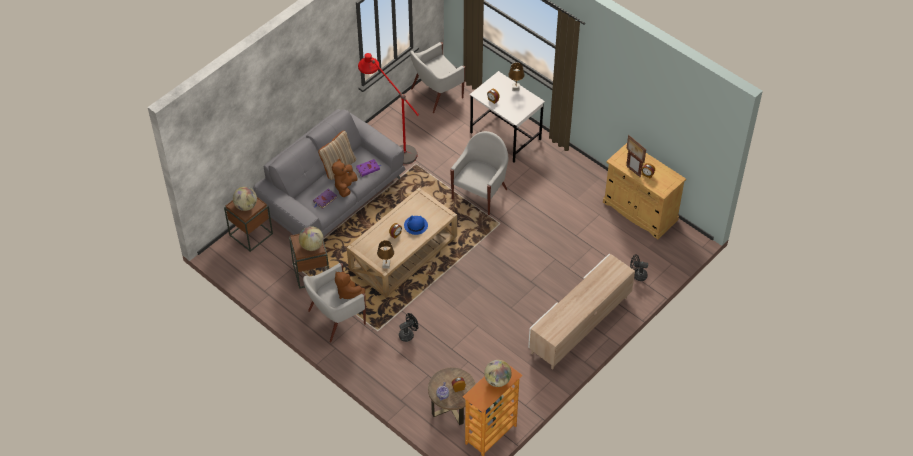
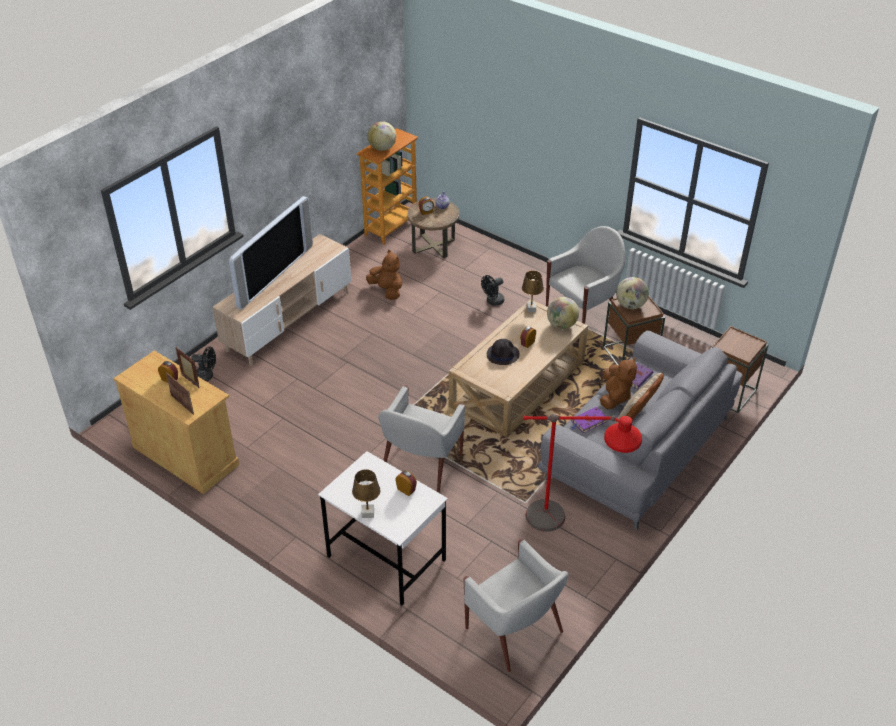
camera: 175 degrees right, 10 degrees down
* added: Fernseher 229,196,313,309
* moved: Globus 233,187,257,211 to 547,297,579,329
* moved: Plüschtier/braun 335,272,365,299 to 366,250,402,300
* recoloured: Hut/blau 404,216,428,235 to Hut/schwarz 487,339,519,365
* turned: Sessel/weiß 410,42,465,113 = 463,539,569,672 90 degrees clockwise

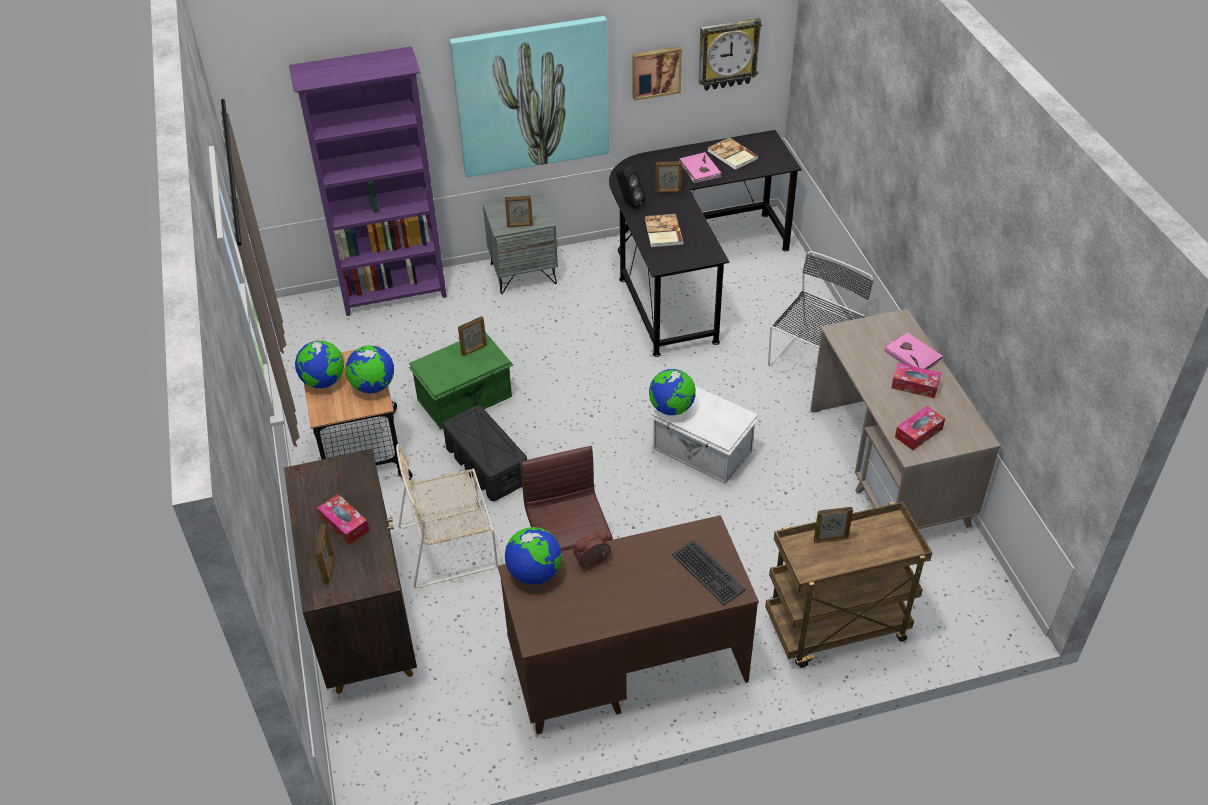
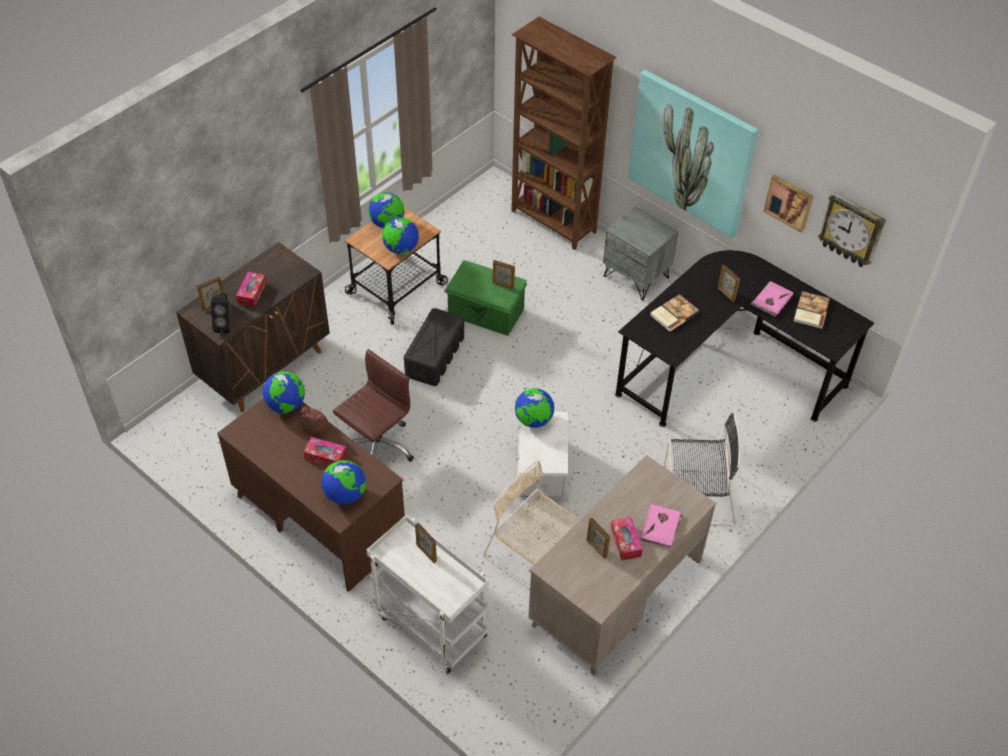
camera: 55 degrees right, 5 degrees up
* moved: Stuhl/beige 396,444,498,588 to 484,460,580,589
* moved: Bilderrahmen 505,196,533,227 to 587,518,610,558
* moved: Lautsprecher/schwarz 616,165,646,209 to 211,293,230,333
* moved: Taschentuchbox 895,406,945,450 to 304,437,347,466
* replaced: Tastatur 672,540,746,605 to Globus 322,460,366,505
* recoloured: Bücherregal/lila 289,46,447,316 to Bücherregal/braun 511,17,617,250
* recoloured: Rollwagen/braun 765,502,932,668 to Rollwagen/weiß 366,515,489,673

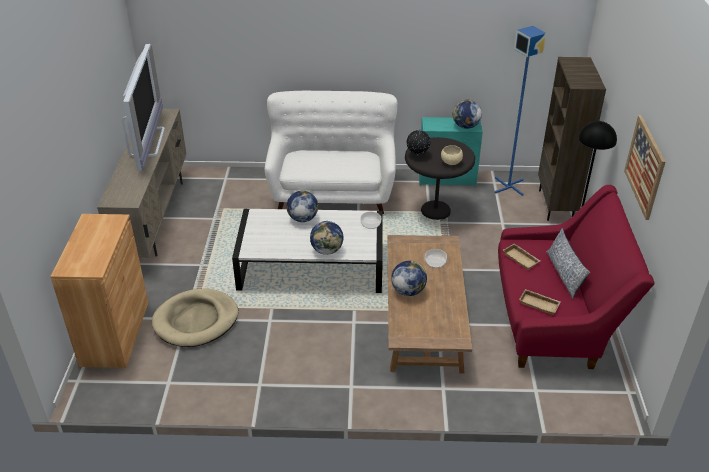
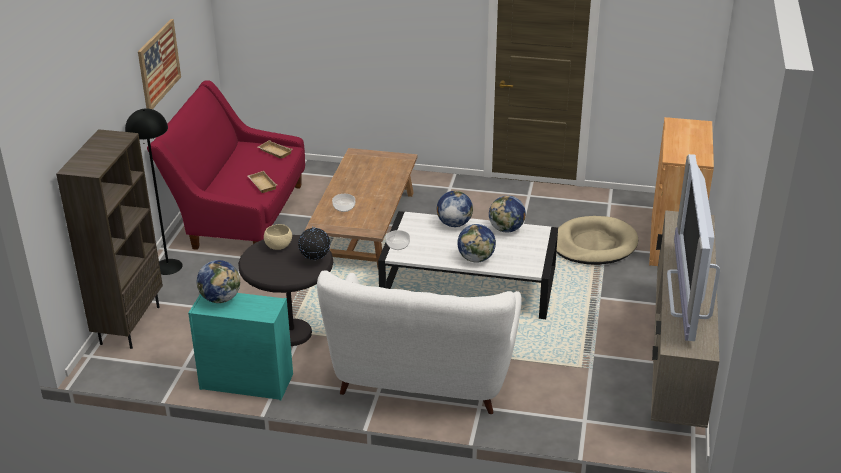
camera: 170 degrees left, 5 degrees down
* removed: Stehlampe/blau 494,26,547,196
* removed: Kissen 546,228,590,299
* moved: Globus 391,261,427,296 to 489,196,526,233

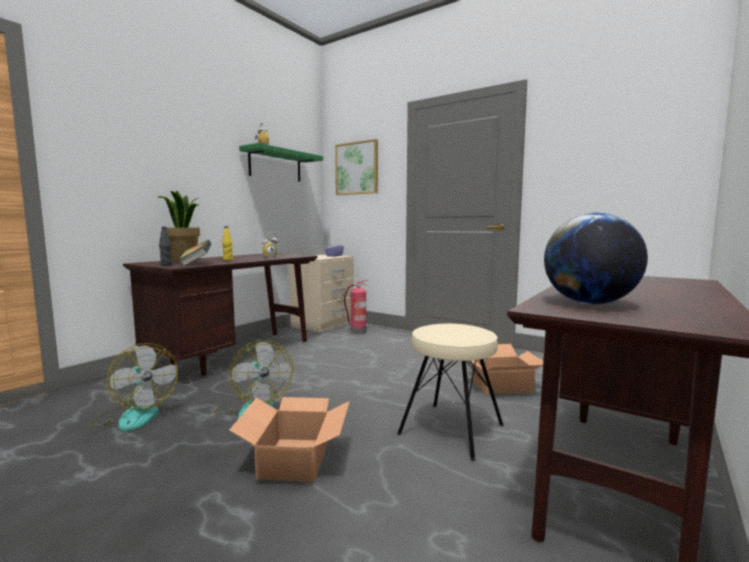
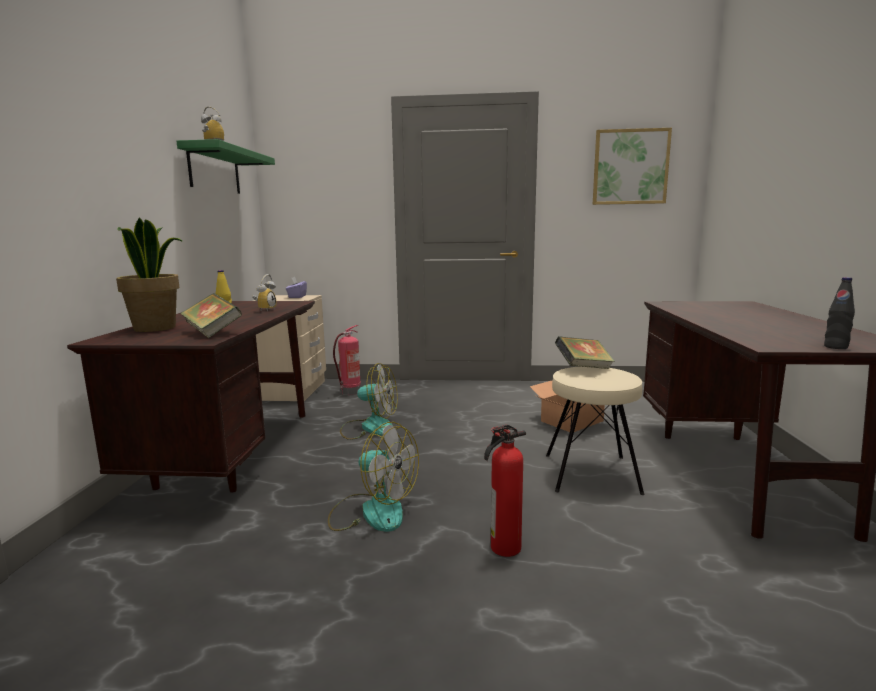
camera: 30 degrees left, 5 degrees up
* removed: Globus 544,213,648,305
* added: Buch 555,336,615,369
* moved: Ventilator 88,343,178,431 to 340,363,398,440
* moved: Flasche/schwarz 159,227,172,266 to 824,277,855,349
* moved: Bild 335,139,378,195 to 593,128,672,205
* replaced: Karton 229,397,350,482 to Feuerlöscher 484,424,526,557

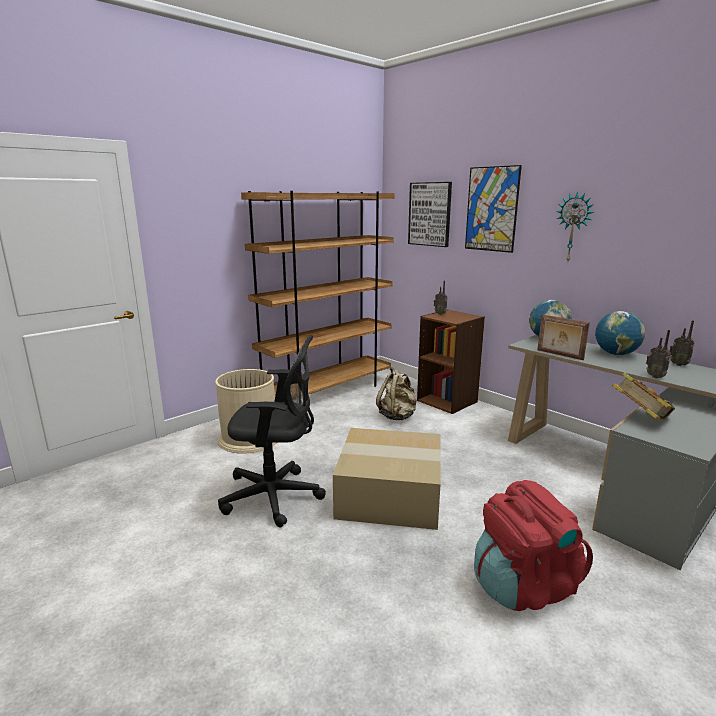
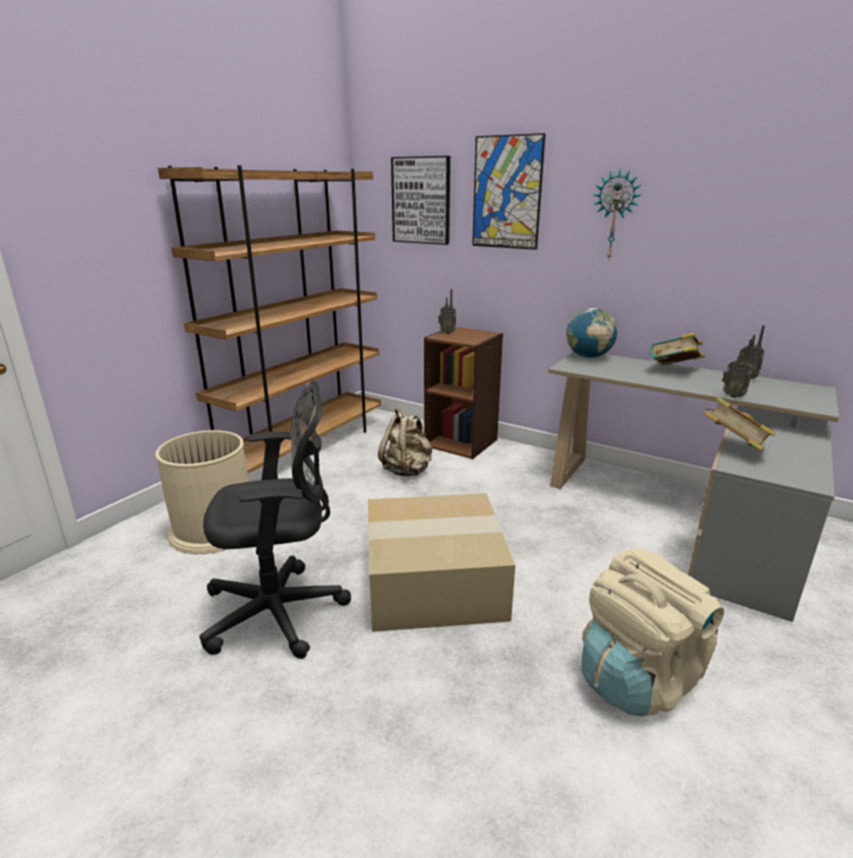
camera: 15 degrees left, 5 degrees up
* removed: Bilderrahmen 537,314,590,360
* replaced: Globus 595,311,645,355 to Buch 650,333,705,365
* recoloured: Rucksack/rot 474,480,593,611 to Rucksack/beige 581,548,724,716

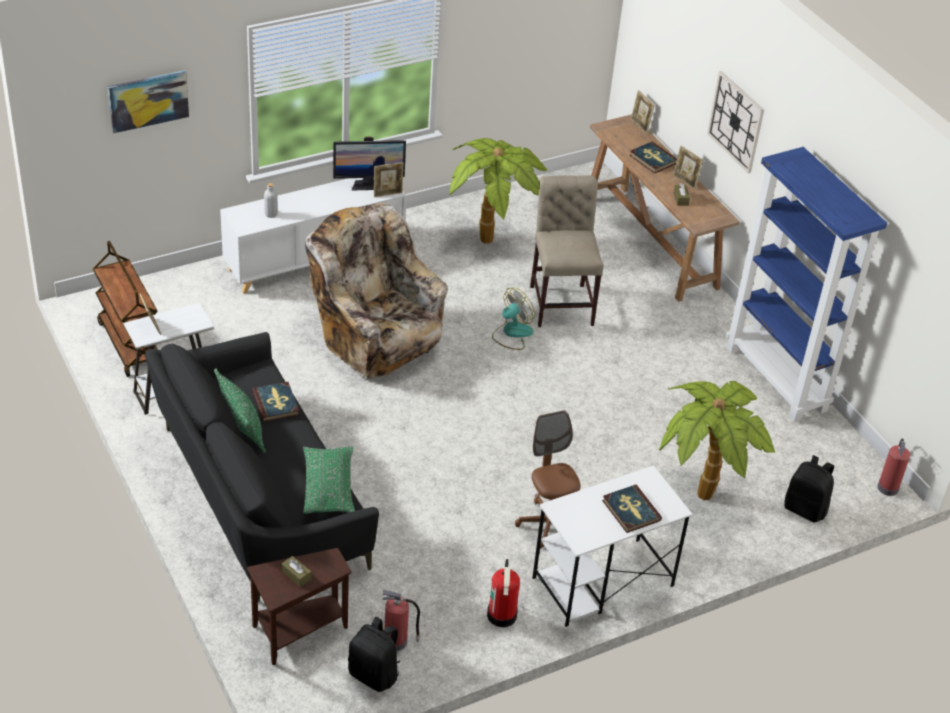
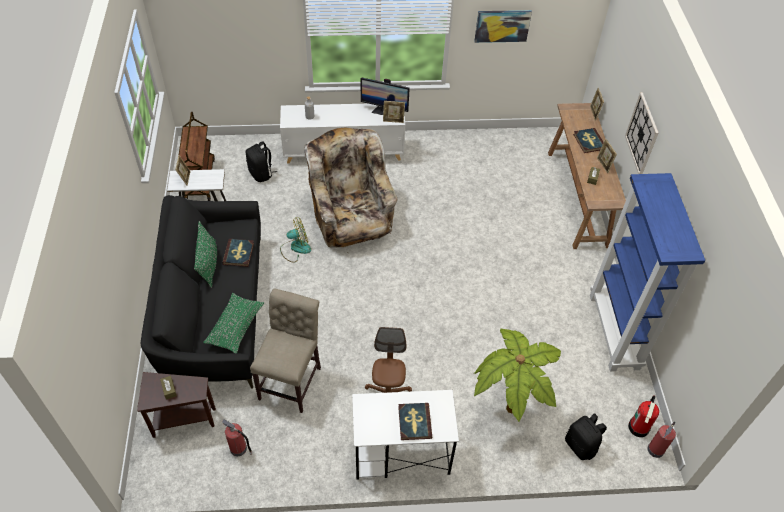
camera: 25 degrees right, 10 degrees up
* removed: Topfpflanze 449,138,547,244
* moved: Bild 108,70,189,133 to 474,10,532,43
* moved: Rucksack/schwarz 348,617,400,692 to 245,141,277,182
* moved: Feuerlöscher 487,559,520,627 to 628,395,659,437
* moved: Ventilator 492,287,535,350 to 280,217,311,263
* moved: Stuhl/beige 530,175,604,327 to 250,289,321,413

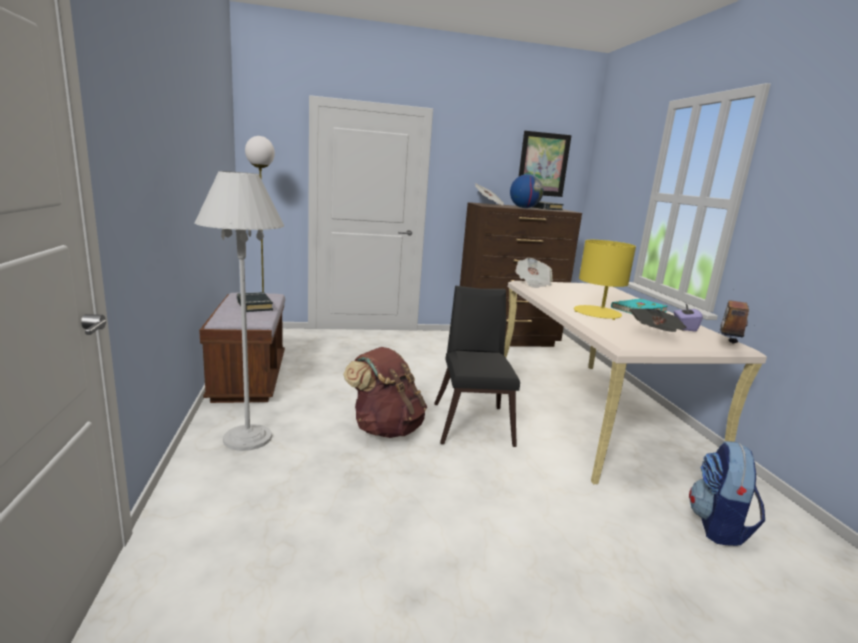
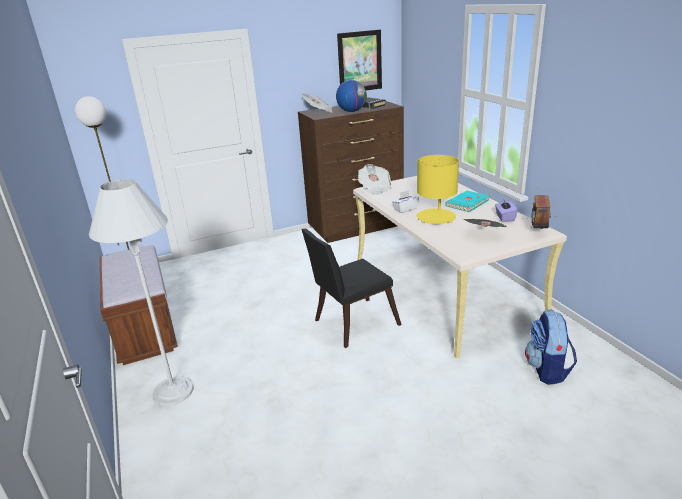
camera: 10 degrees left, 10 degrees up
* removed: Buch/schwarz 237,292,273,312
* removed: Rucksack/braun 343,347,427,438
* added: Taschentuchbox/weiß 392,191,419,213
* turned: Stuhl/schwarz 434,286,520,447 = 301,229,402,348 105 degrees counterclockwise

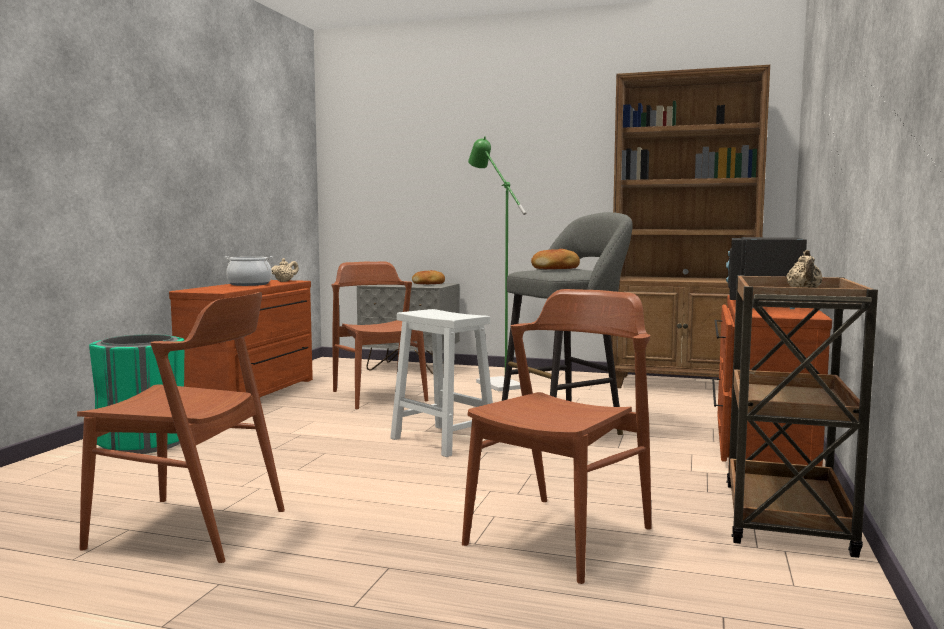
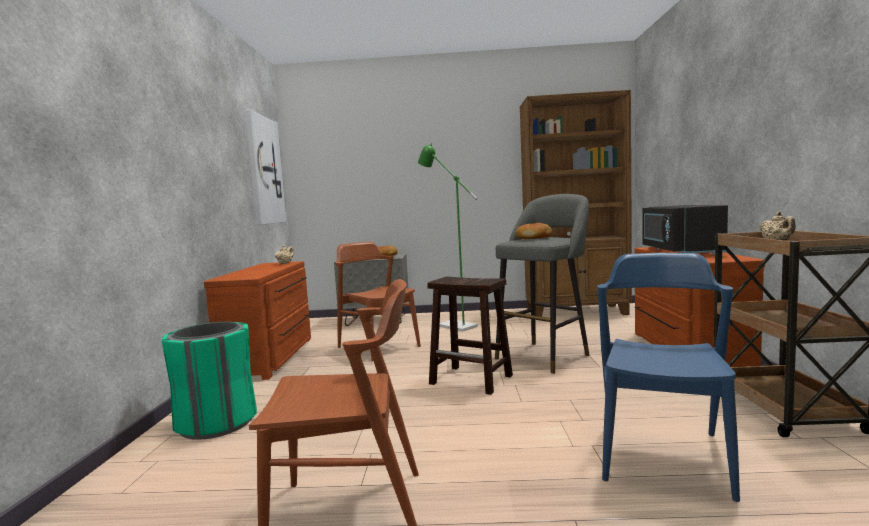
camera: 15 degrees left, 0 degrees up
* removed: Kochtopf 224,256,273,286
* added: Bild 245,110,286,225
* recoloured: Hocker/weiß 390,309,493,457 to Hocker/braun 428,277,513,395
* recoloured: Stuhl/braun 462,289,652,584 to Stuhl/blau 597,253,740,502

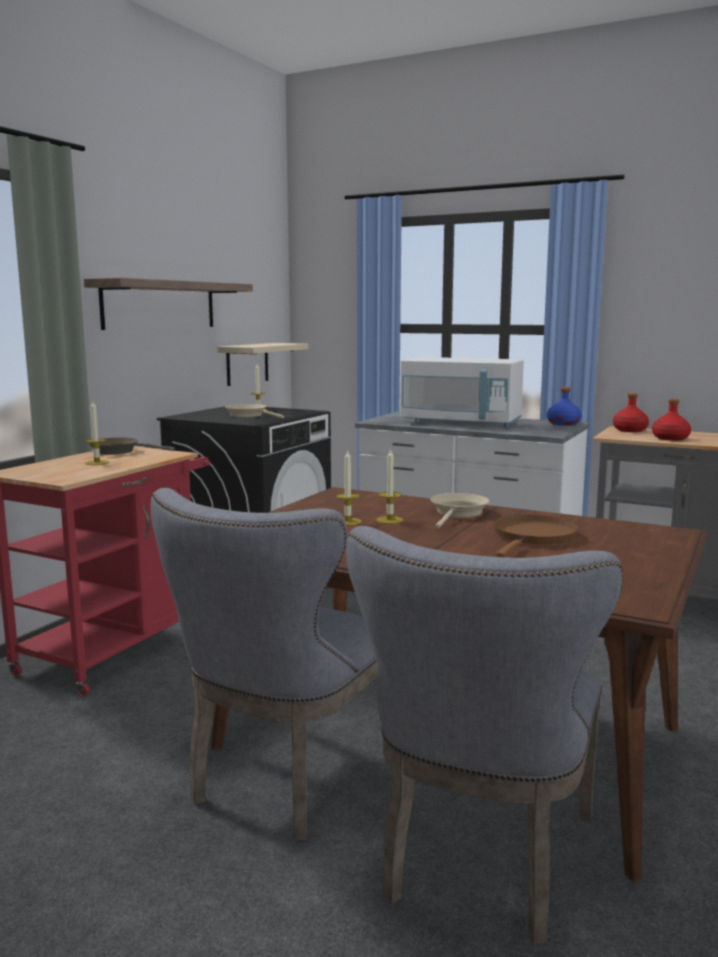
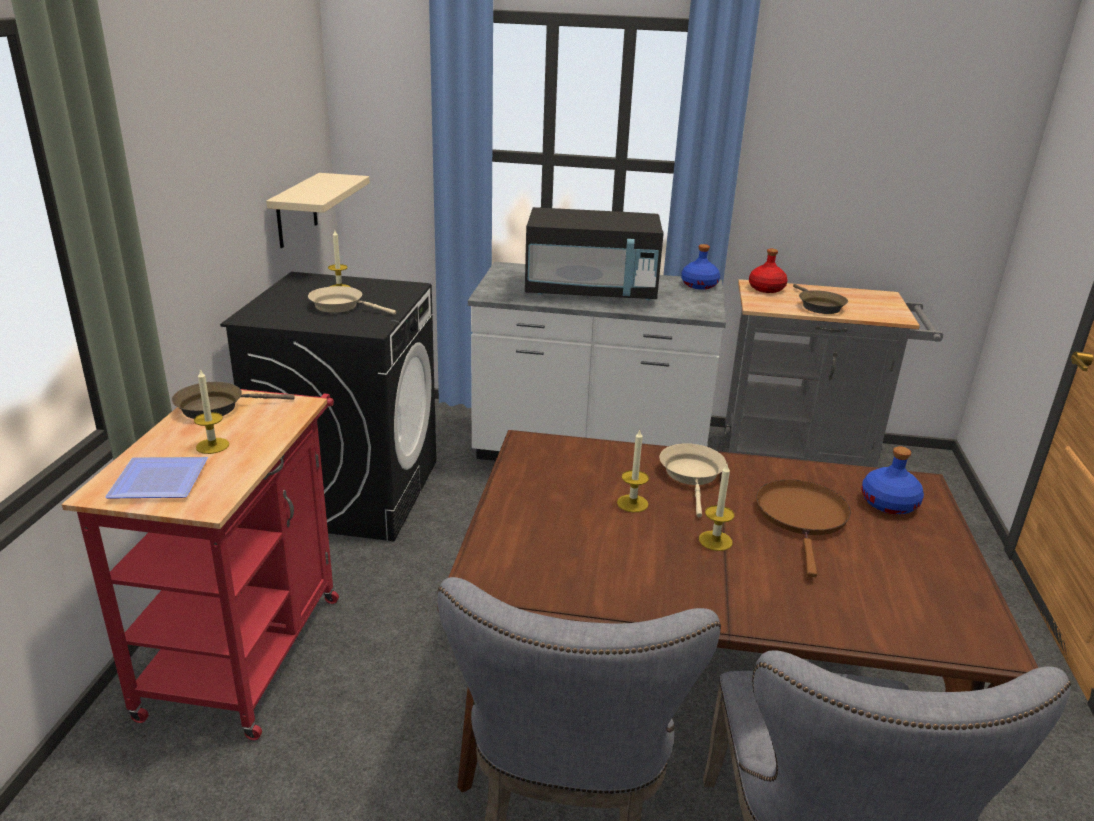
camera: 20 degrees left, 15 degrees up
* removed: Wandregal 84,278,253,330
* added: Teller 105,457,208,499
* added: Flasche/blau 861,446,924,514
* moved: Kerze 336,450,362,526 to 699,464,734,551
* replaced: Flasche/rot 652,399,691,441 to Pfanne/braun 793,284,848,314
* recoloured: Mikrowelle/weiß 400,357,524,428 to Mikrowelle/schwarz 525,207,664,300

